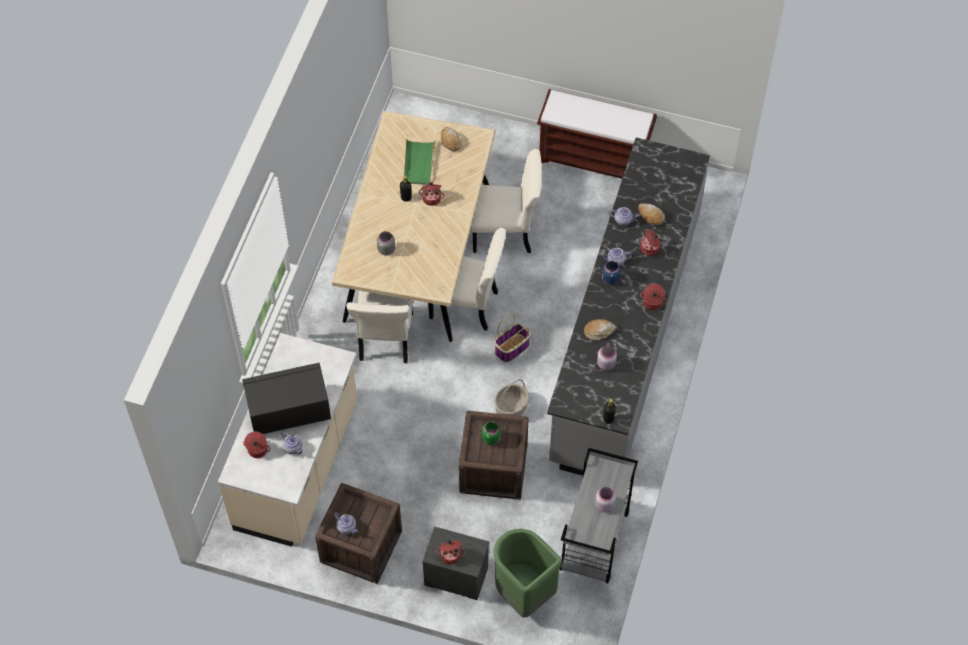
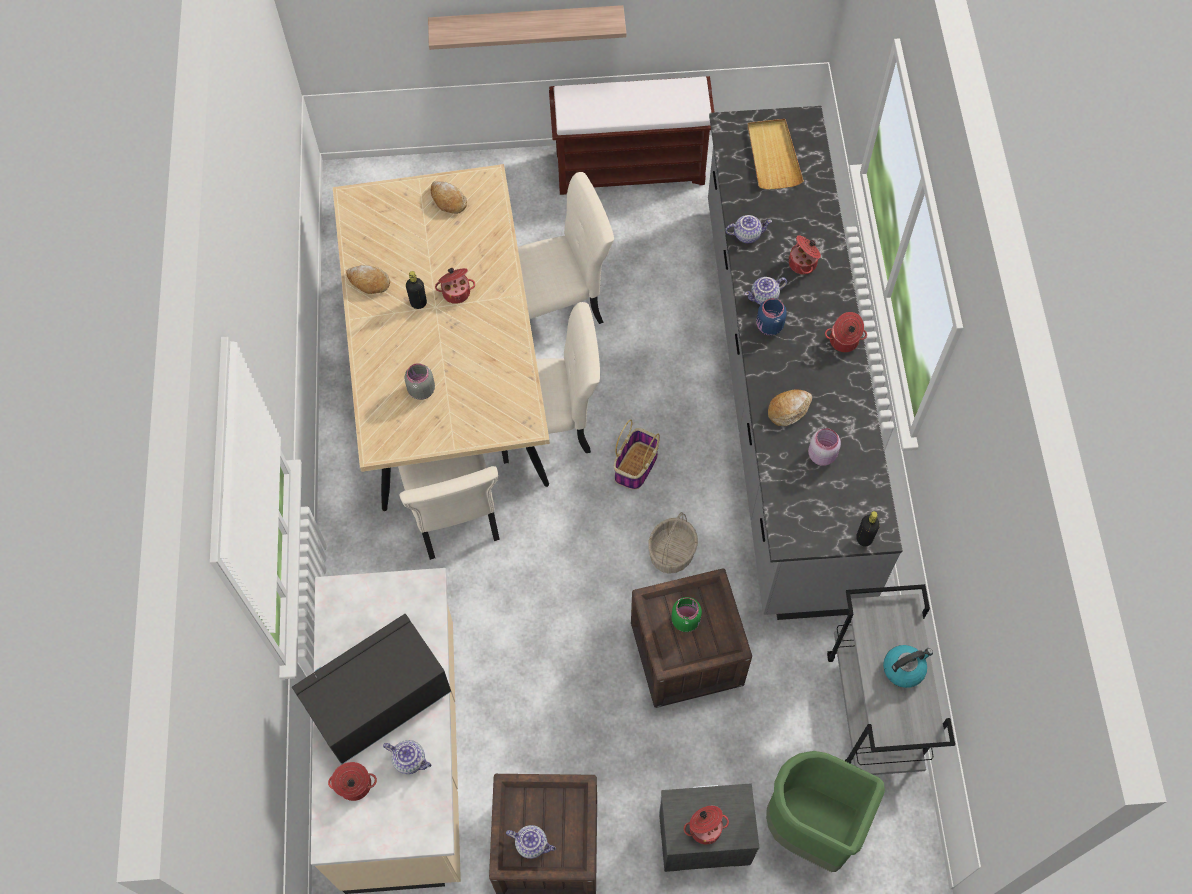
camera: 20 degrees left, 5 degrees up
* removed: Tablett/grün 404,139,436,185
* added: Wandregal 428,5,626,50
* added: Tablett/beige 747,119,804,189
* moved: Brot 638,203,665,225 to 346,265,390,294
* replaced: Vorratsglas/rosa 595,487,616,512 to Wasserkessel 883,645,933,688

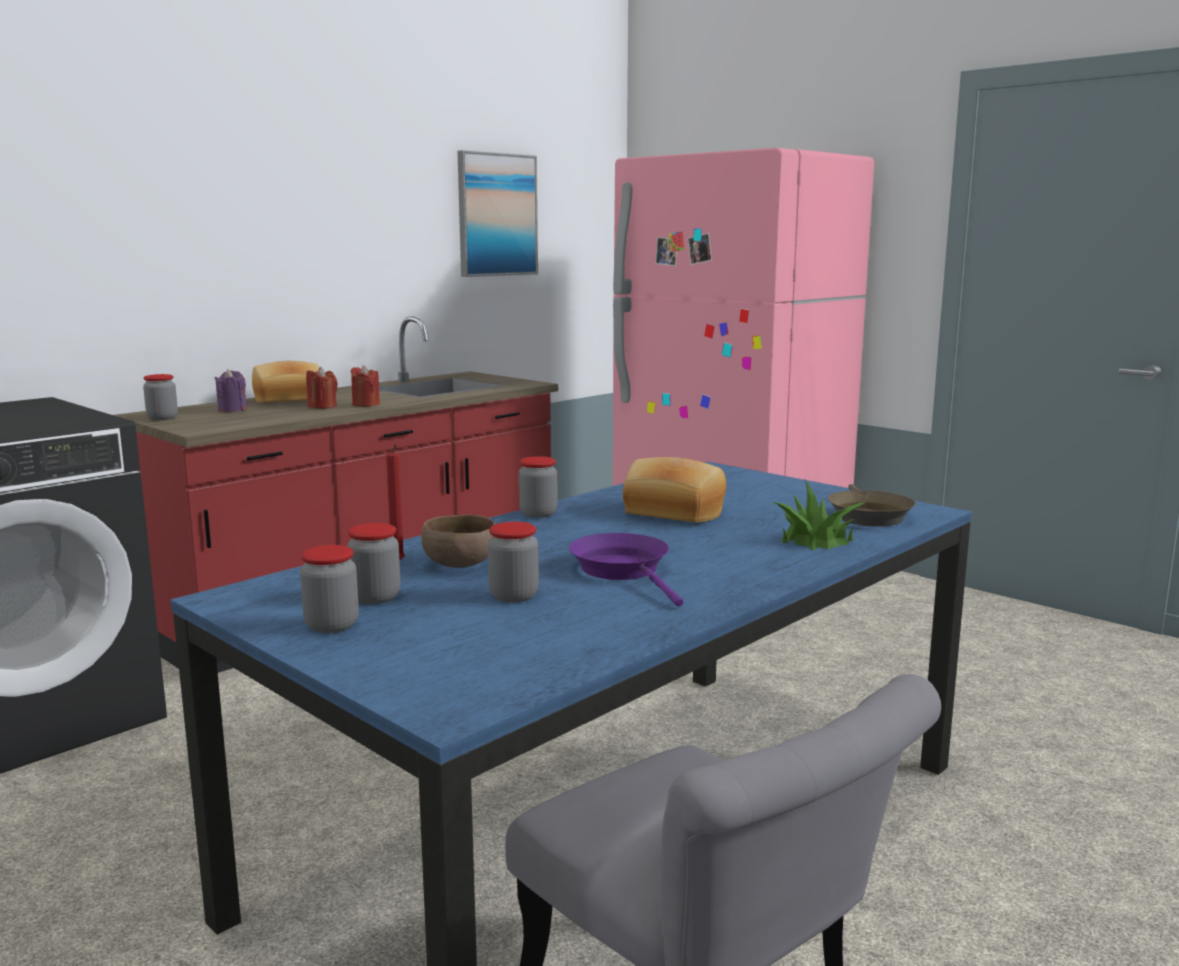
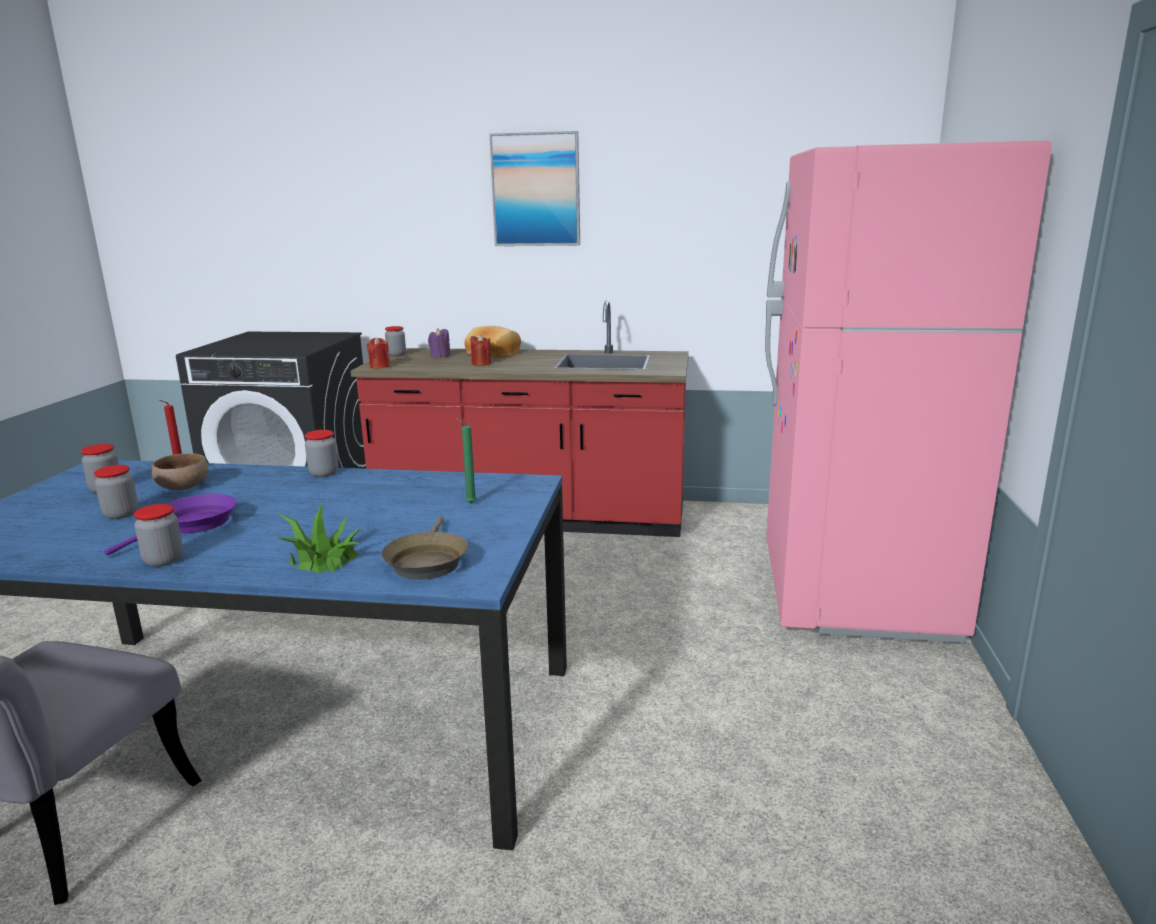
camera: 55 degrees right, 5 degrees up
* removed: Brot 623,457,726,523
* added: Kerze/grün 456,418,476,504
* moved: Vorratsglas 300,545,359,633 to 134,504,183,567
* moved: Kerze/rot 351,365,380,407 to 367,337,390,369
* moved: Bild 457,150,538,277 to 489,131,580,246
* turned: Pfanne/braun 828,484,915,527 = 382,516,468,580 60 degrees counterclockwise

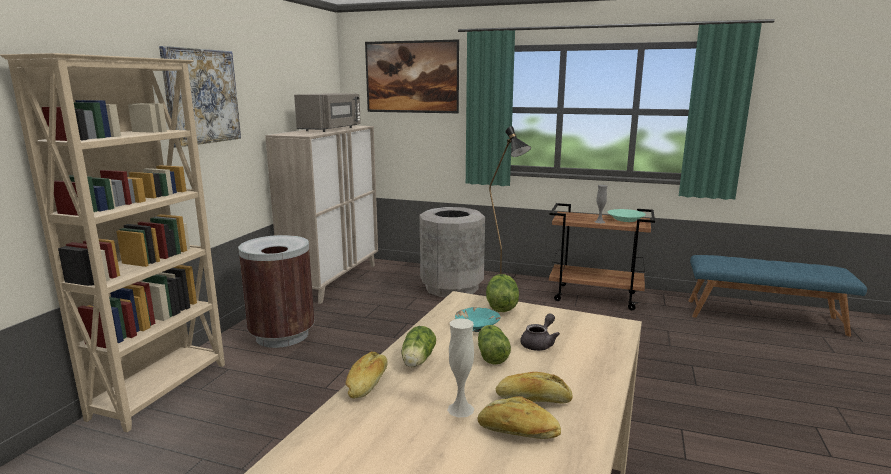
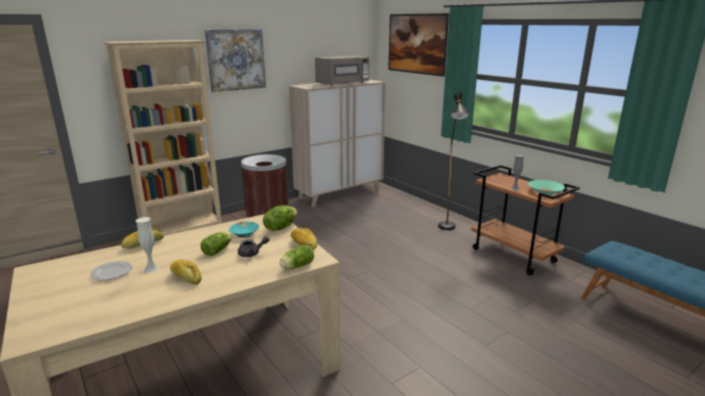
camera: 35 degrees right, 5 degrees up
* removed: Mülleimer/grau 420,207,485,297
* added: Teller 90,261,132,281
* moved: Salatkopf 401,326,436,367 to 280,245,314,269
* moved: Brot 477,396,561,439 to 291,228,317,250

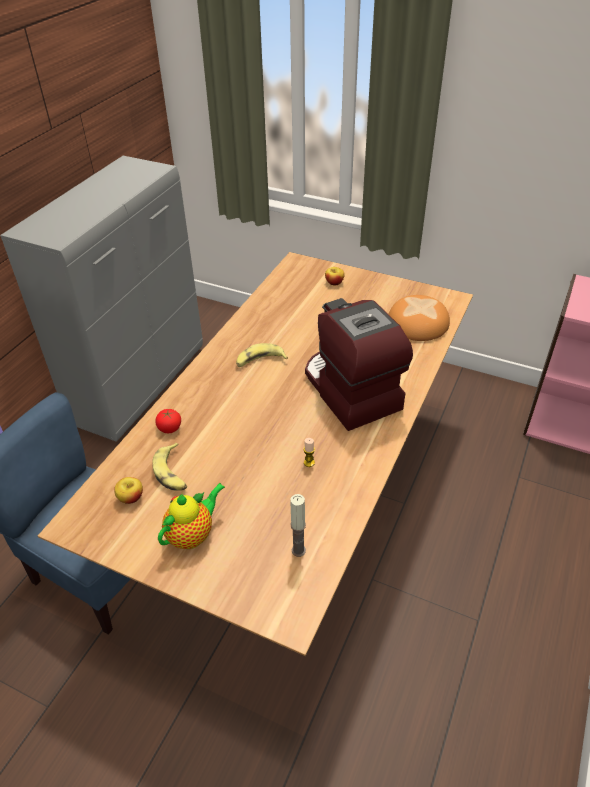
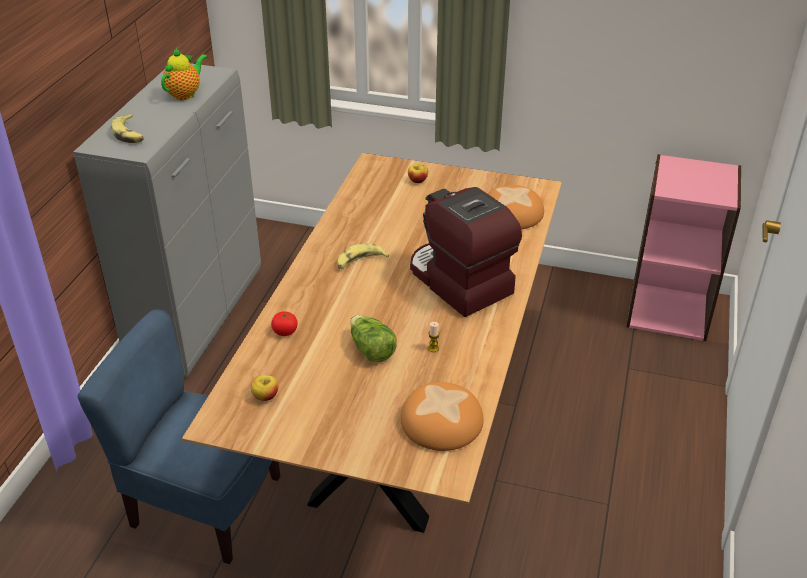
camera: 10 degrees left, 5 degrees down
* added: Salatkopf 350,315,397,362
* moved: Banane 152,443,187,491 to 111,114,144,143
* moved: Teekanne 158,483,225,549 to 161,48,207,100
* replaced: Kerze 290,494,306,557 to Brot 401,382,484,451

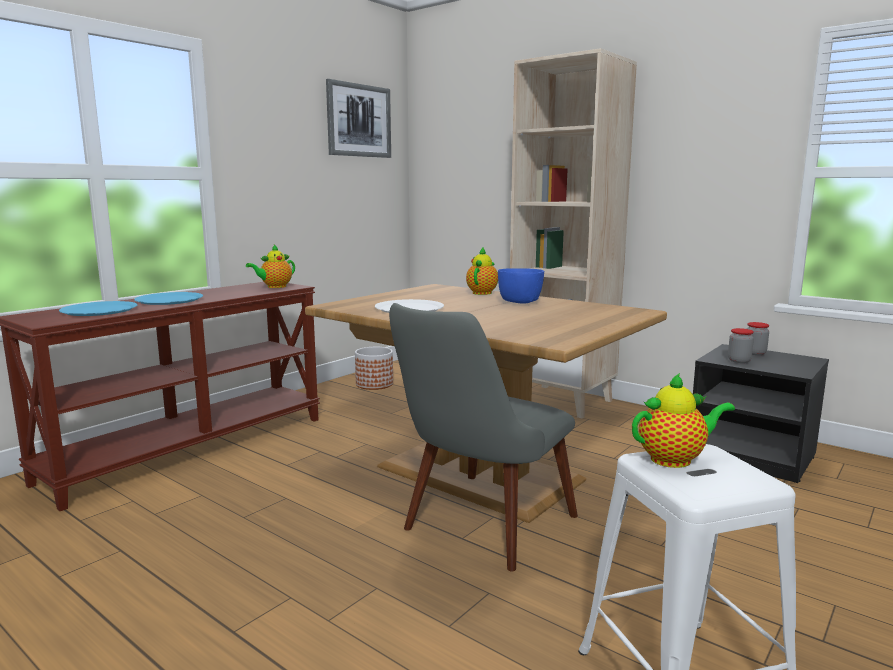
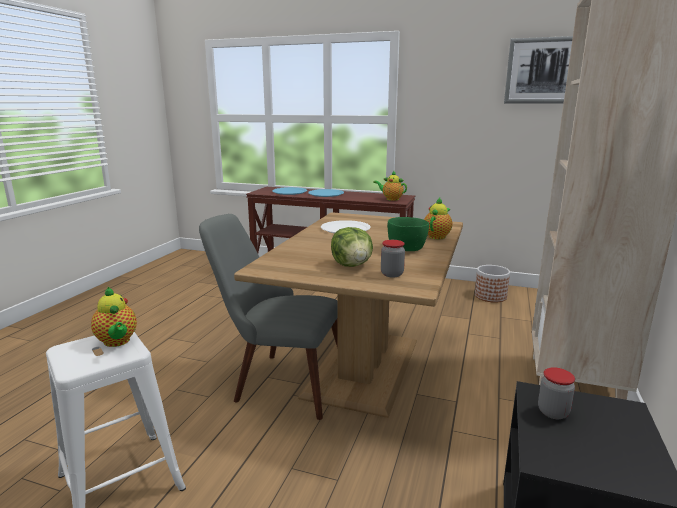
camera: 70 degrees right, 5 degrees up
* added: Salatkopf 331,227,373,267
* moved: Vorratsglas 747,322,769,355 to 381,240,405,278
* recoloured: Schüssel/blau 498,268,544,304 to Schüssel/grün 388,217,429,251
* turned: Teekanne 466,248,498,295 = 424,198,453,239 60 degrees counterclockwise

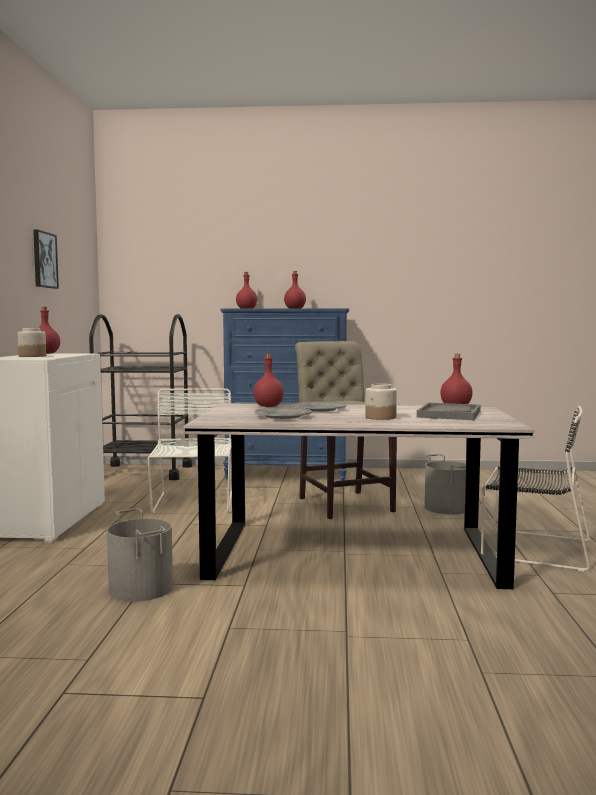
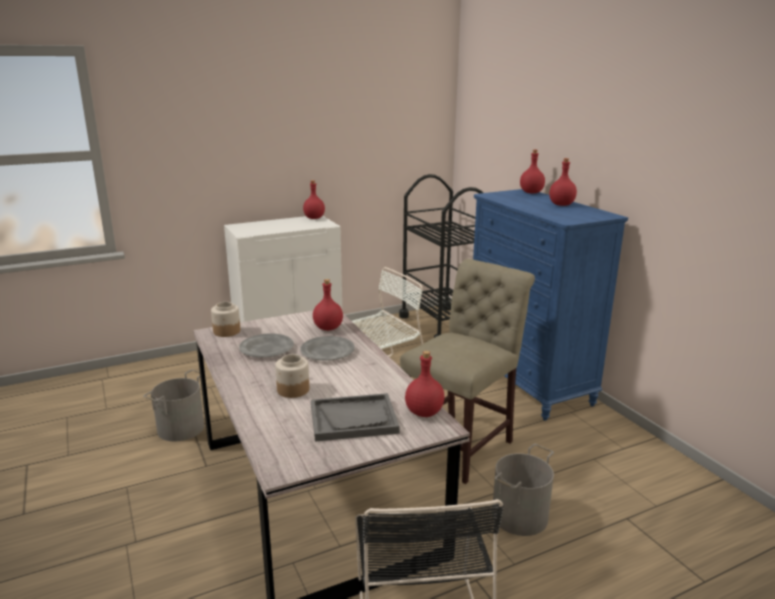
camera: 60 degrees right, 15 degrees up
* removed: Bild 33,229,59,289
* moved: Vorratsglas 18,328,46,357 to 211,302,241,337

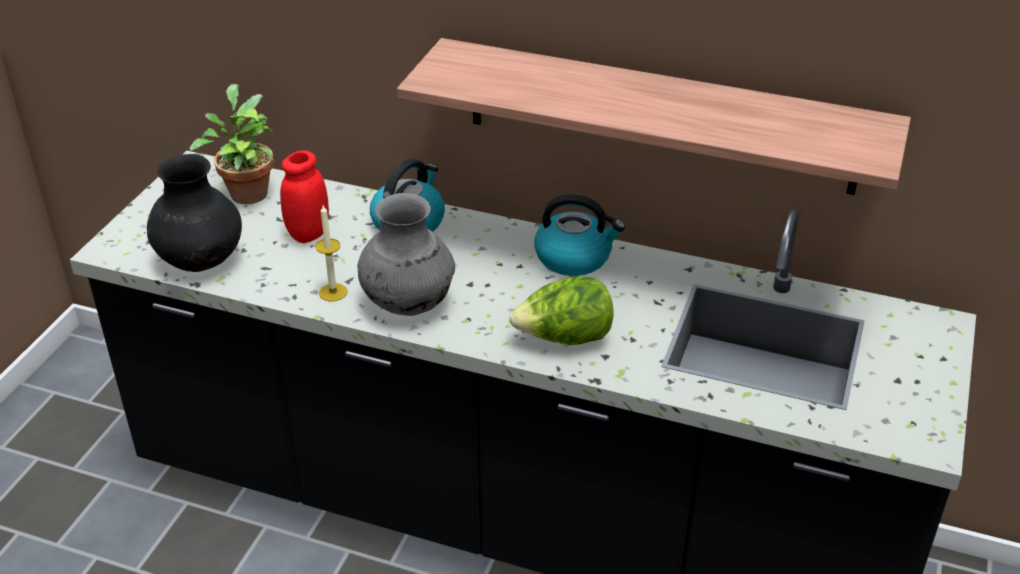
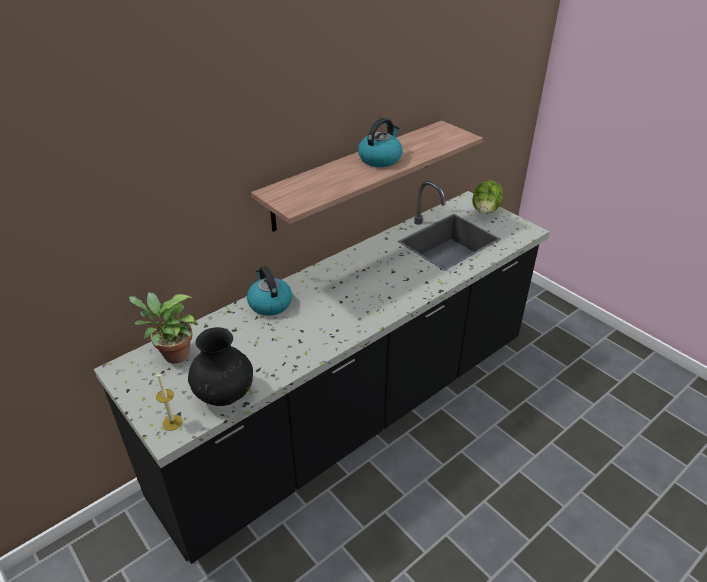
camera: 60 degrees left, 0 degrees up
* removed: Vorratsglas/rot 280,150,329,243
* removed: Vase/grau 357,193,455,316
* moved: Kerze 315,205,348,301 to 156,372,183,431
* moved: Salatkopf 509,276,613,345 to 472,180,503,214
* moved: Wasserkessel 534,194,625,276 to 358,118,402,167

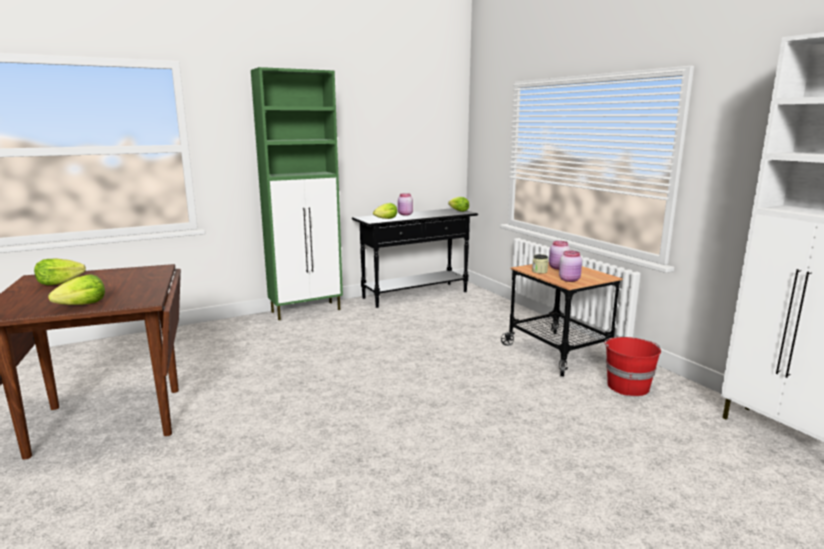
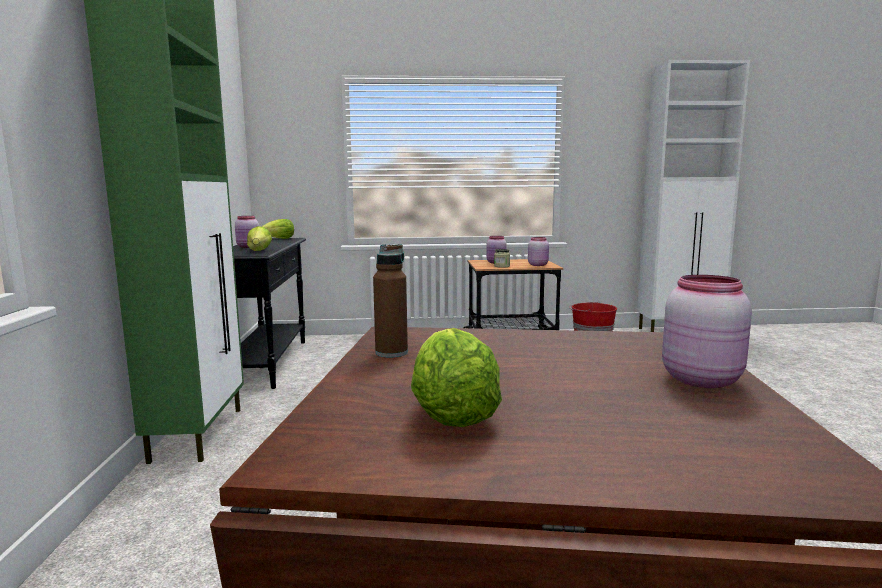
camera: 65 degrees left, 5 degrees down
* added: Flasche/braun 373,244,408,358
* replaced: Salatkopf 48,274,105,305 to Vorratsglas/rosa 662,275,752,388

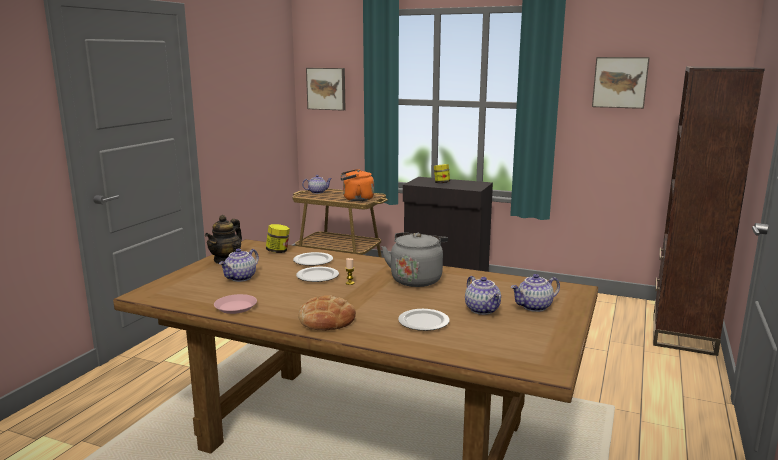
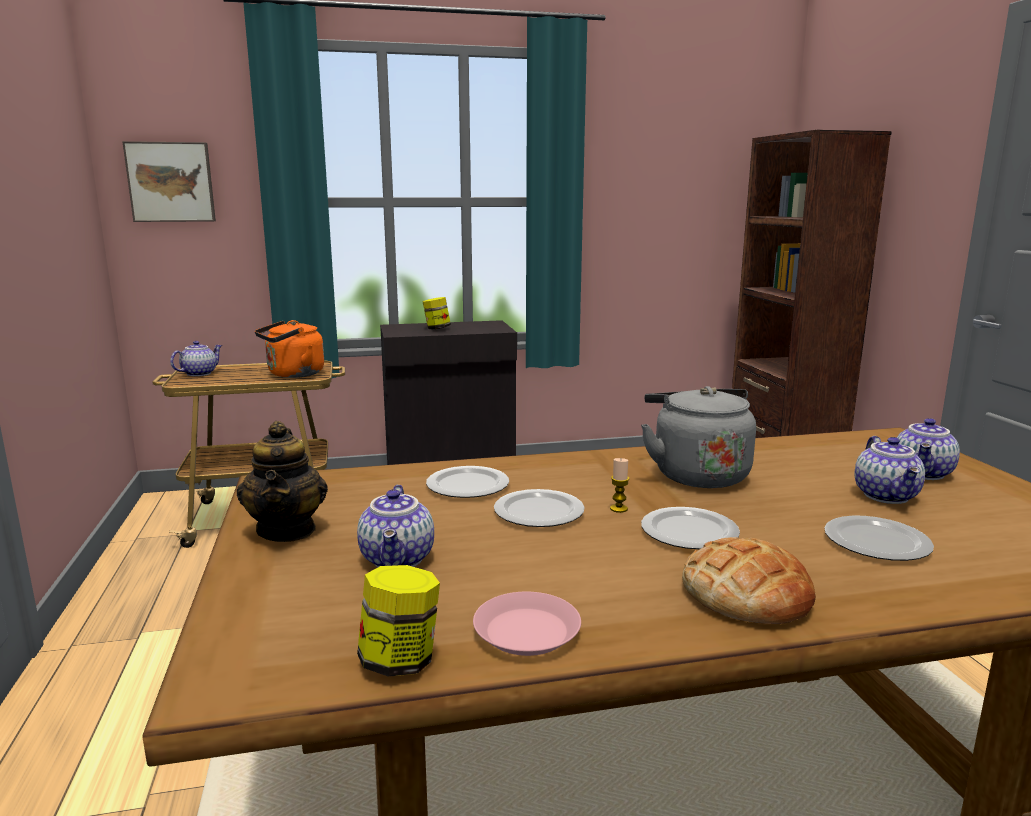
camera: 35 degrees left, 0 degrees up
* removed: Bild 592,57,650,109
* added: Teller 641,507,740,549
* moved: Vorratsglas 266,224,290,253 to 357,565,440,677
* turned: Teekanne 465,276,501,315 = 855,436,925,504 60 degrees clockwise

